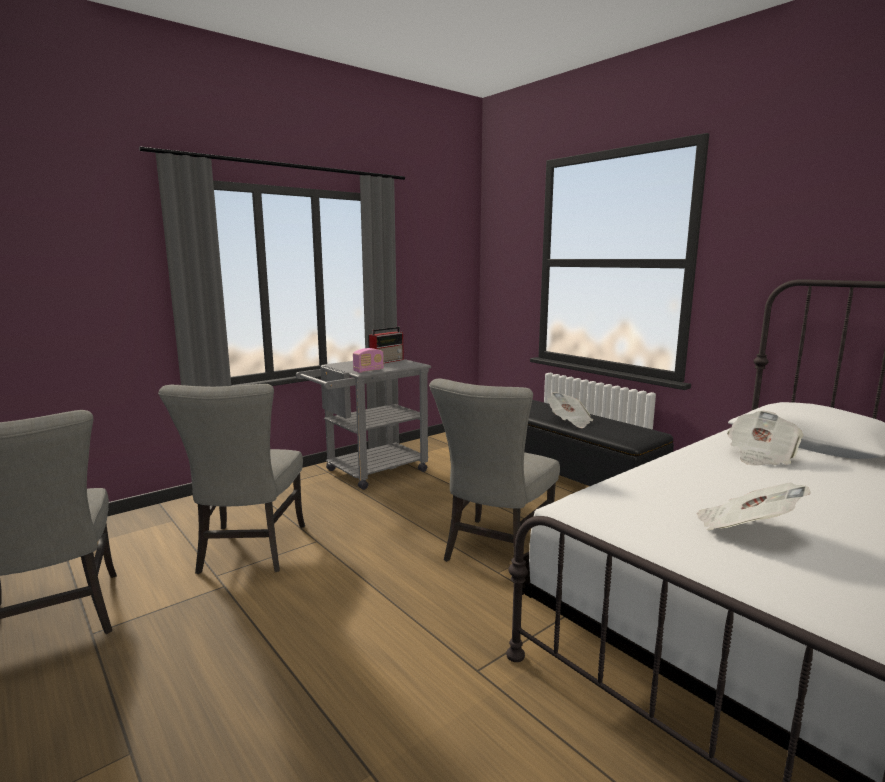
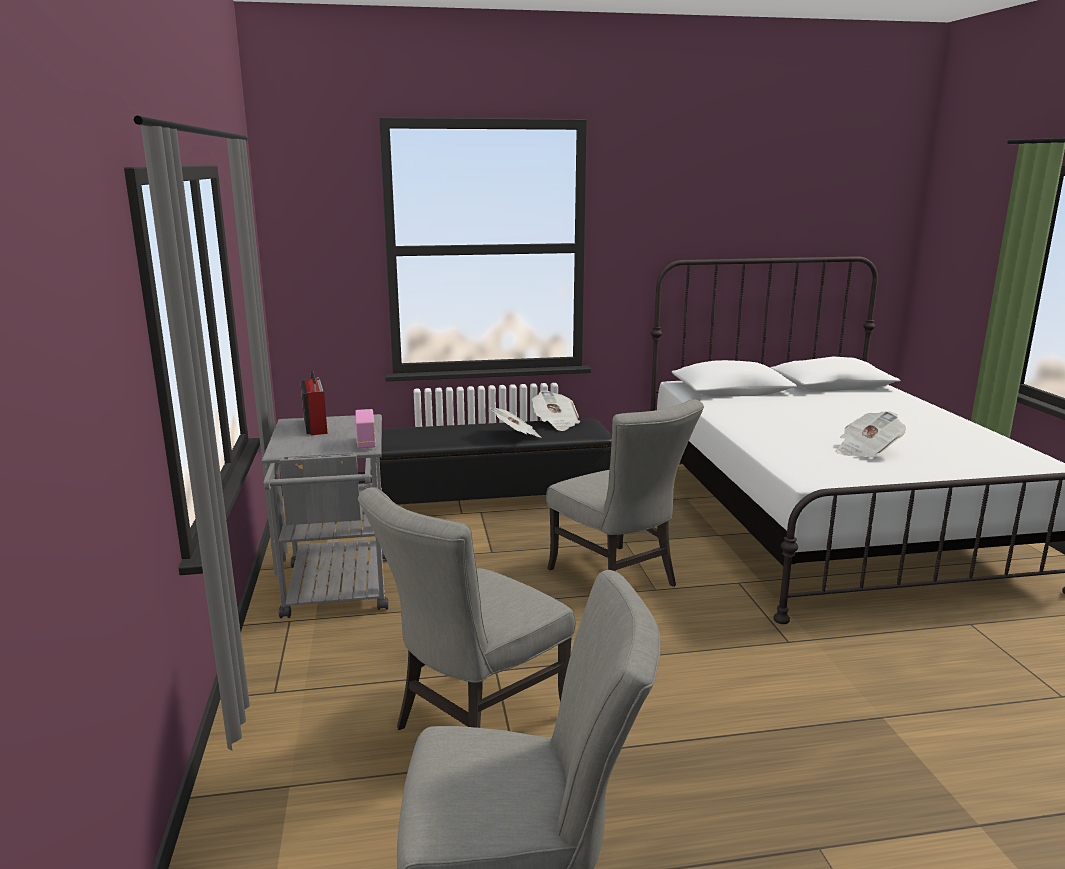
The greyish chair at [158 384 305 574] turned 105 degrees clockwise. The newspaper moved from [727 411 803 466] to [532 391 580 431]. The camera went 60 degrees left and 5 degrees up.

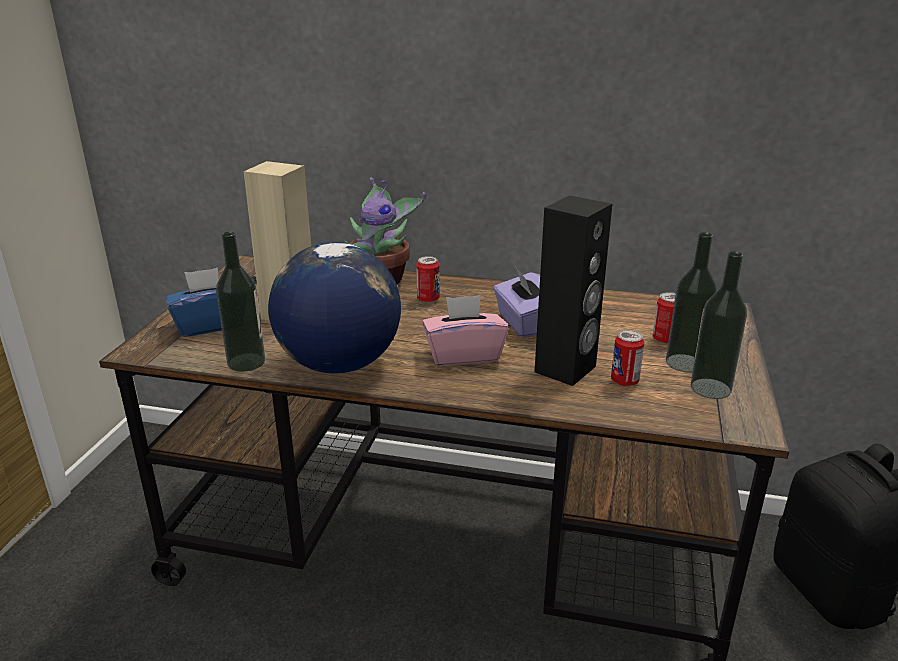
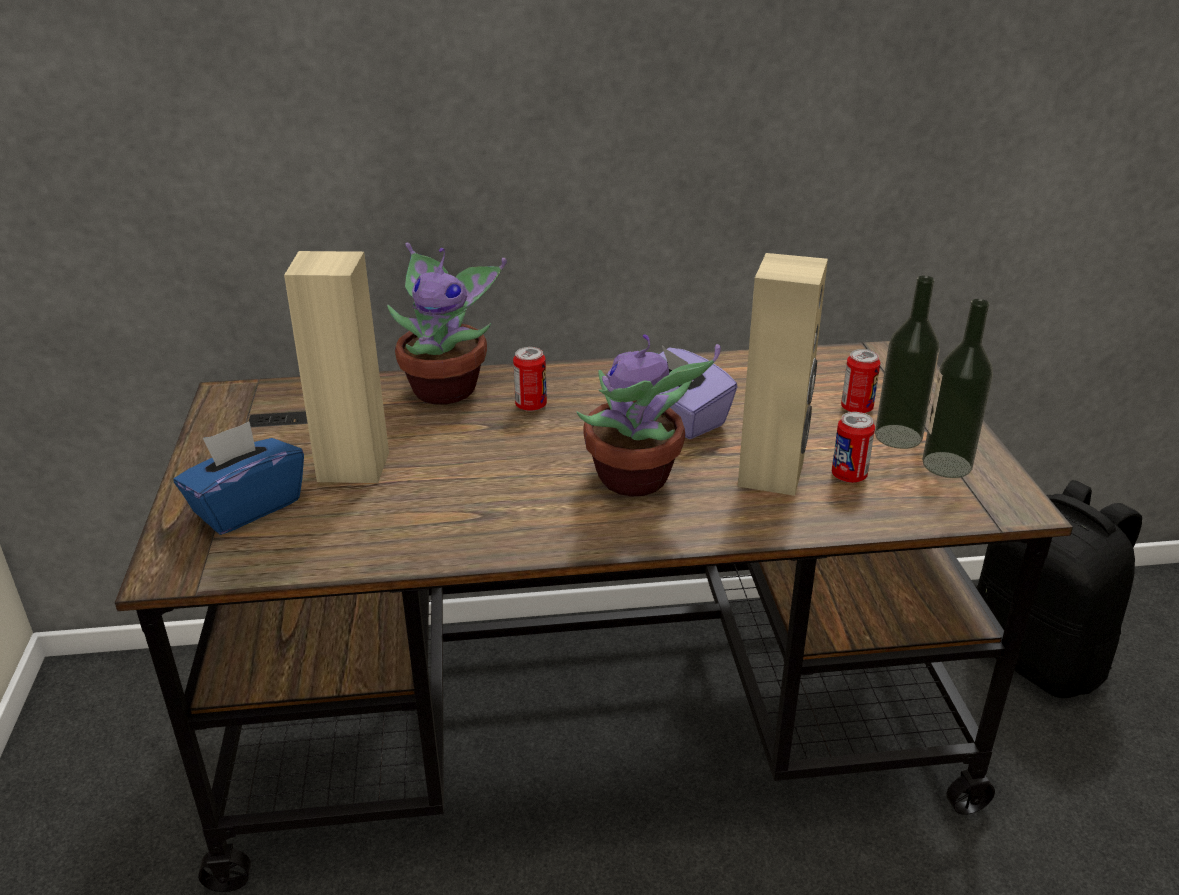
The beverage bottle at [216 232 265 372] disappeared. The globe at [268 242 401 374] disappeared. The pink box of tissues at [422 295 509 366] was replaced by the plant in a pot at [576 334 721 497]. The black-coloured speaker at [534 195 612 386] became the beige speaker at [738 253 828 496]. The camera went 20 degrees left and 5 degrees up.

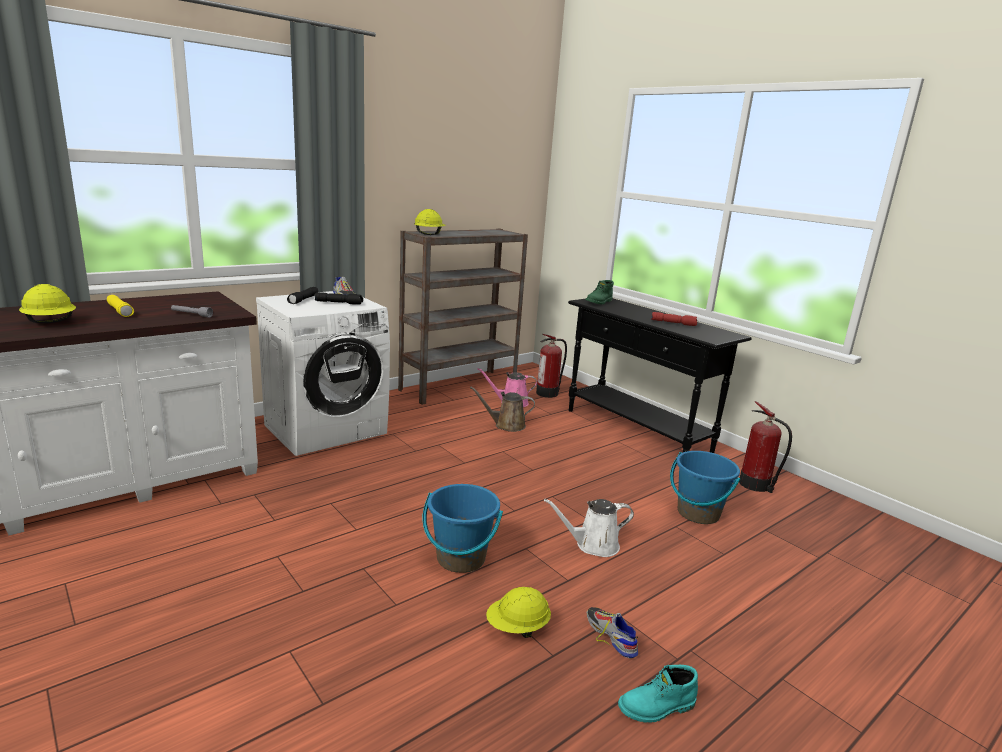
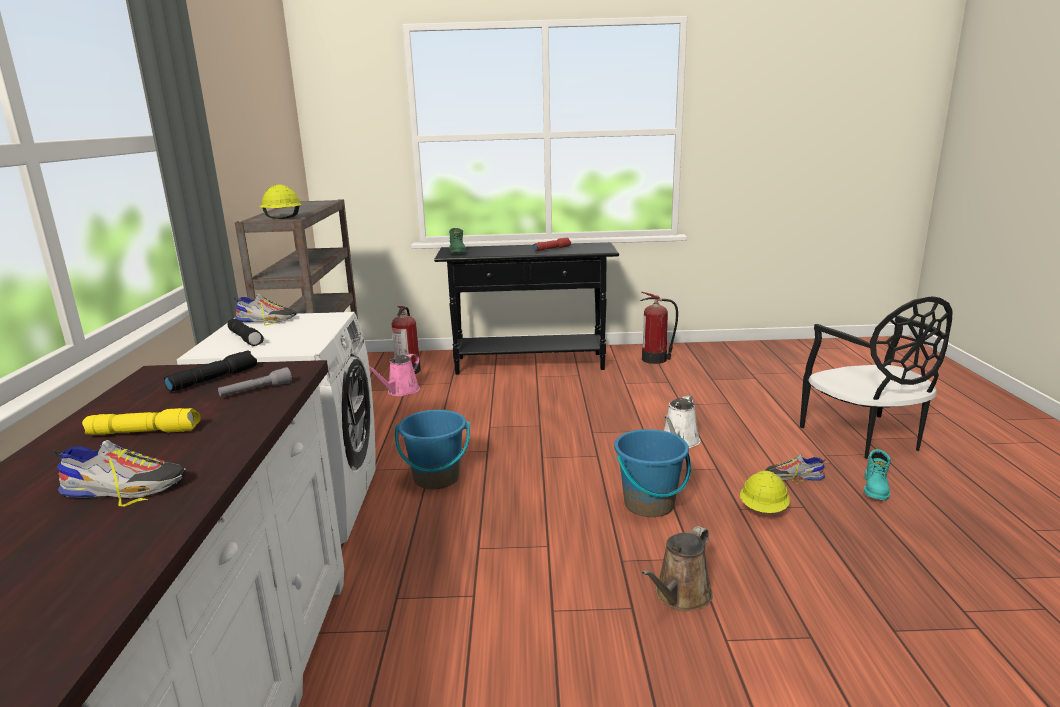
The yellowish work helmet at [19 284 76 323] was replaced by the item of footwear at [53 440 186 507]. The black-coloured torch moved from [315 292 363 305] to [164 351 257 392]. The brown-coloured watering pot moved from [470 386 535 432] to [642 526 713 611]. The bluish bucket moved from [670 451 740 524] to [395 410 470 489]. The black-coloured chair at [800 296 953 459] appeared. The camera went 50 degrees left and 0 degrees up.

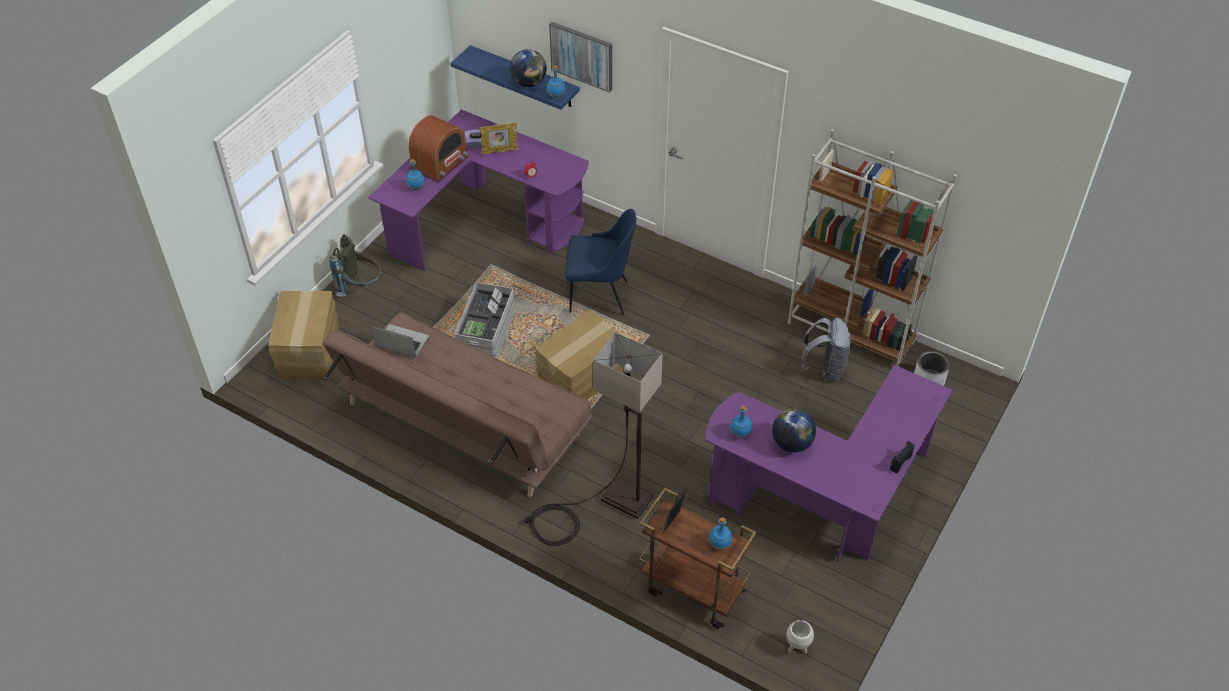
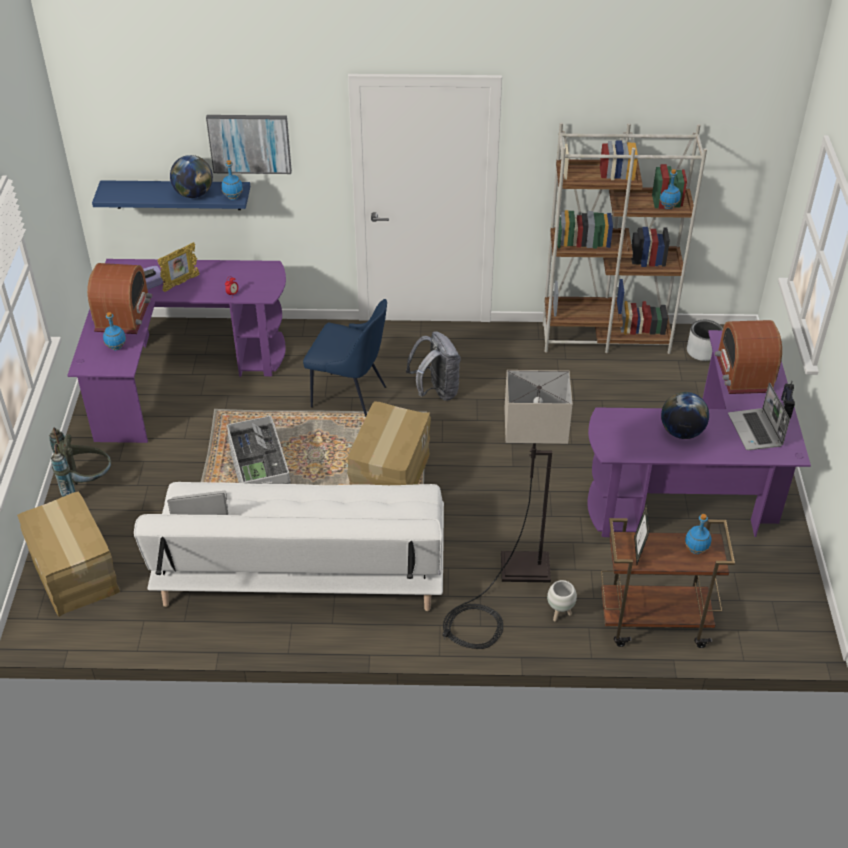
The brown-coloured settee at [323 313 592 497] became the whitish settee at [134 482 444 611]. The bluish chair at [565 209 637 316] turned 45 degrees clockwise. The bluish beverage bottle moved from [730 406 752 438] to [659 169 681 209]. The whitish plant pot moved from [786 620 814 654] to [547 580 577 621]. The greyish rucksack moved from [801 318 852 382] to [406 331 461 401]. The radio at [715 320 782 394] appeared. The notebook computer at [728 382 790 450] appeared. The camera went 30 degrees left and 5 degrees down.

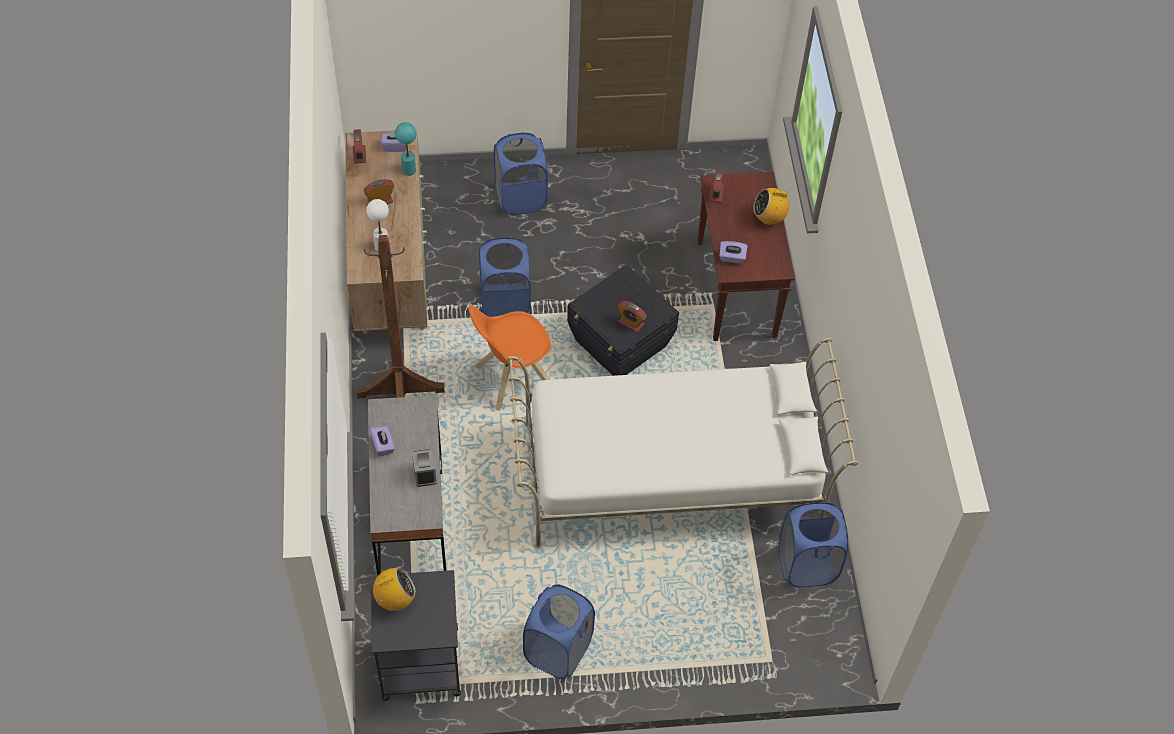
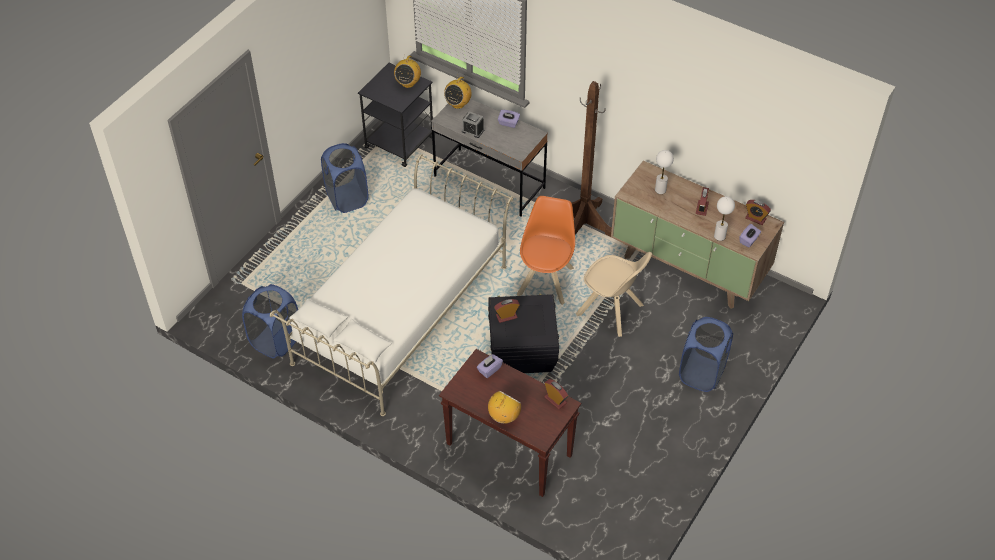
The turquoise-coloured table lamp at [395 122 417 176] became the whitish table lamp at [714 196 735 241]. The bluish hamper at [479 237 531 317] was replaced by the beige chair at [576 252 652 337]. The radio at [444 75 472 109] appeared. The camera went 130 degrees right and 5 degrees down.

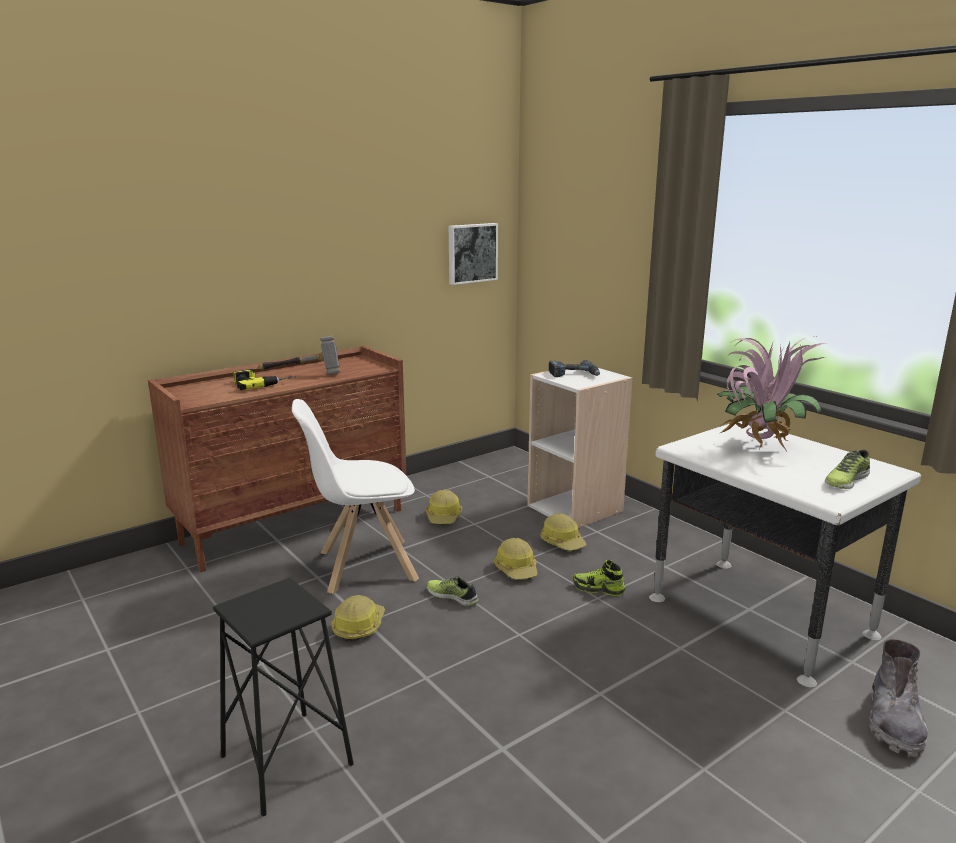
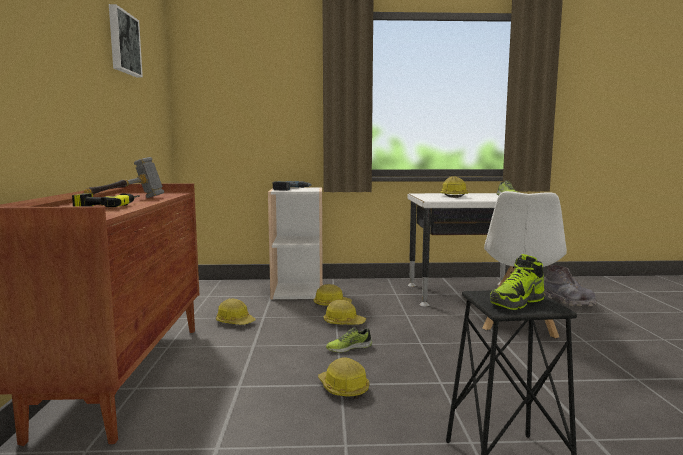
The whitish chair moved from [292 399 419 594] to [482 191 567 338]. The wall art moved from [449 223 498 285] to [109 4 143 77]. The item of footwear moved from [573 560 625 596] to [490 254 545 310]. The plant in a pot at [717 338 826 451] was replaced by the work helmet at [440 176 468 198]. The camera went 55 degrees left and 10 degrees down.

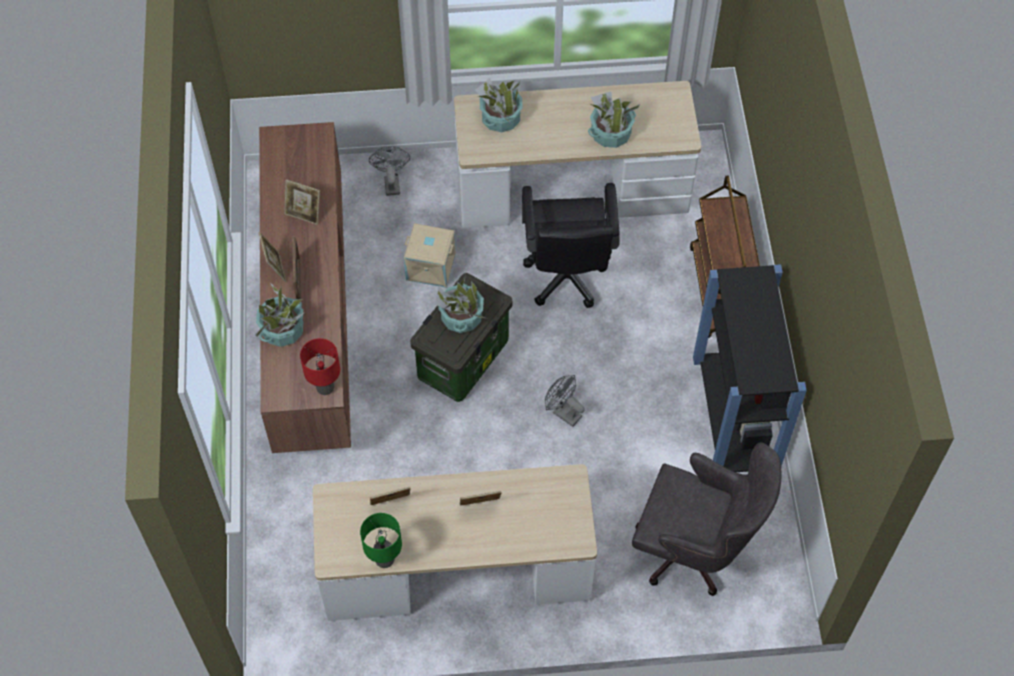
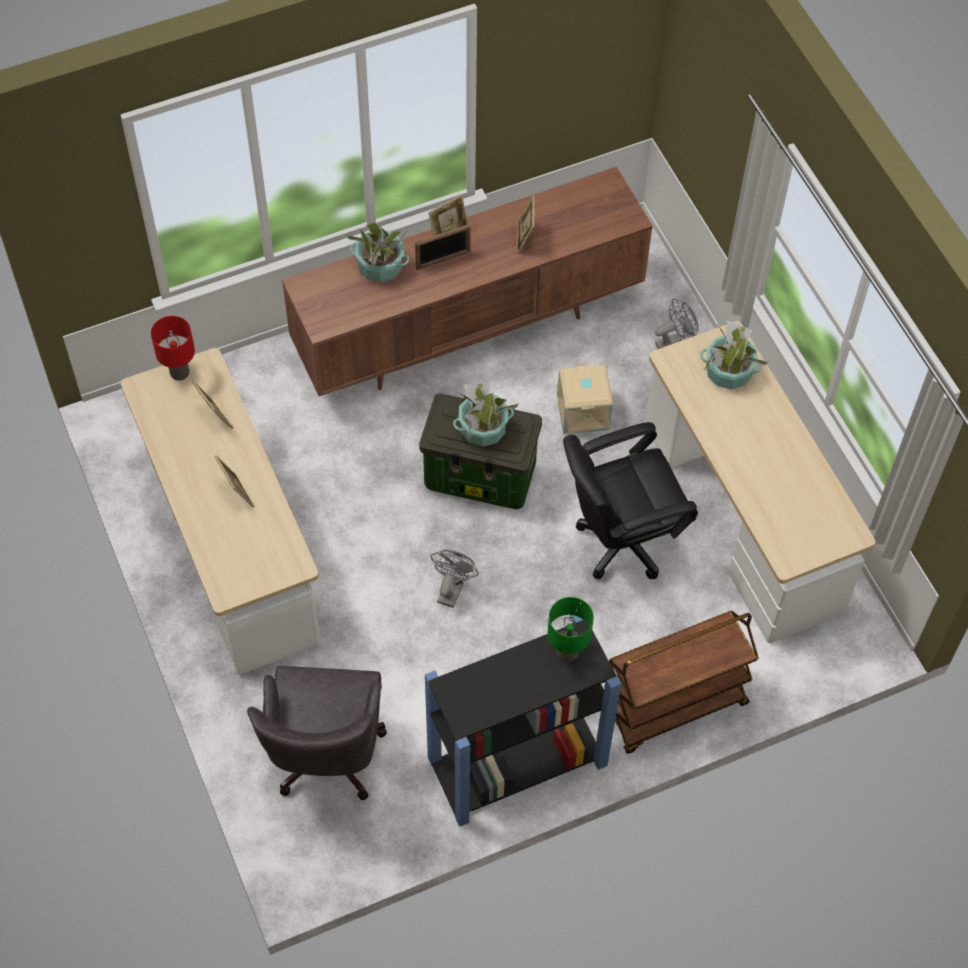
The reddish table lamp moved from [300 338 340 395] to [151 316 195 380]. The greenish table lamp moved from [360 513 402 568] to [547 597 594 662]. The plant in a pot at [588 92 640 148] disappeared. The camera went 70 degrees right and 0 degrees up.

